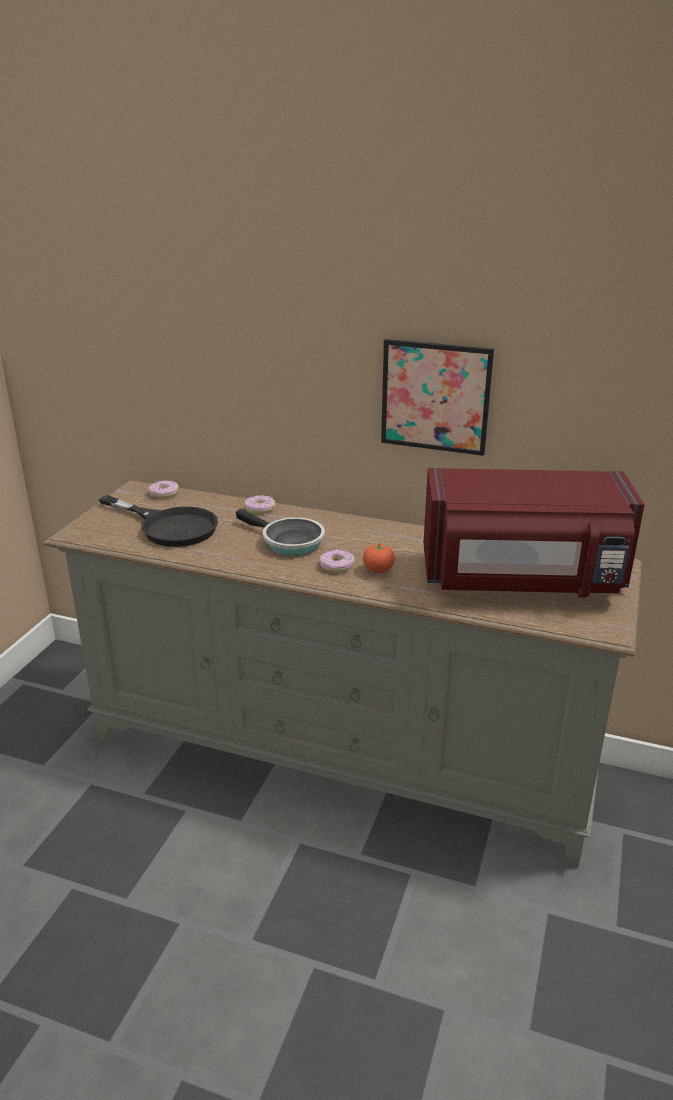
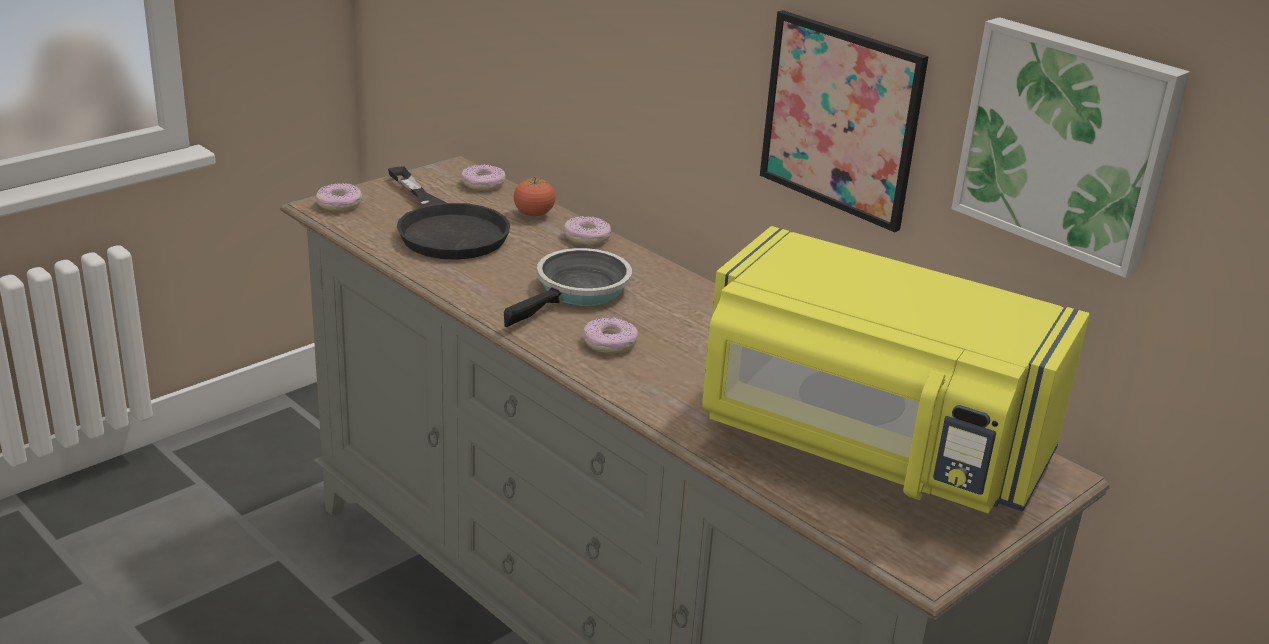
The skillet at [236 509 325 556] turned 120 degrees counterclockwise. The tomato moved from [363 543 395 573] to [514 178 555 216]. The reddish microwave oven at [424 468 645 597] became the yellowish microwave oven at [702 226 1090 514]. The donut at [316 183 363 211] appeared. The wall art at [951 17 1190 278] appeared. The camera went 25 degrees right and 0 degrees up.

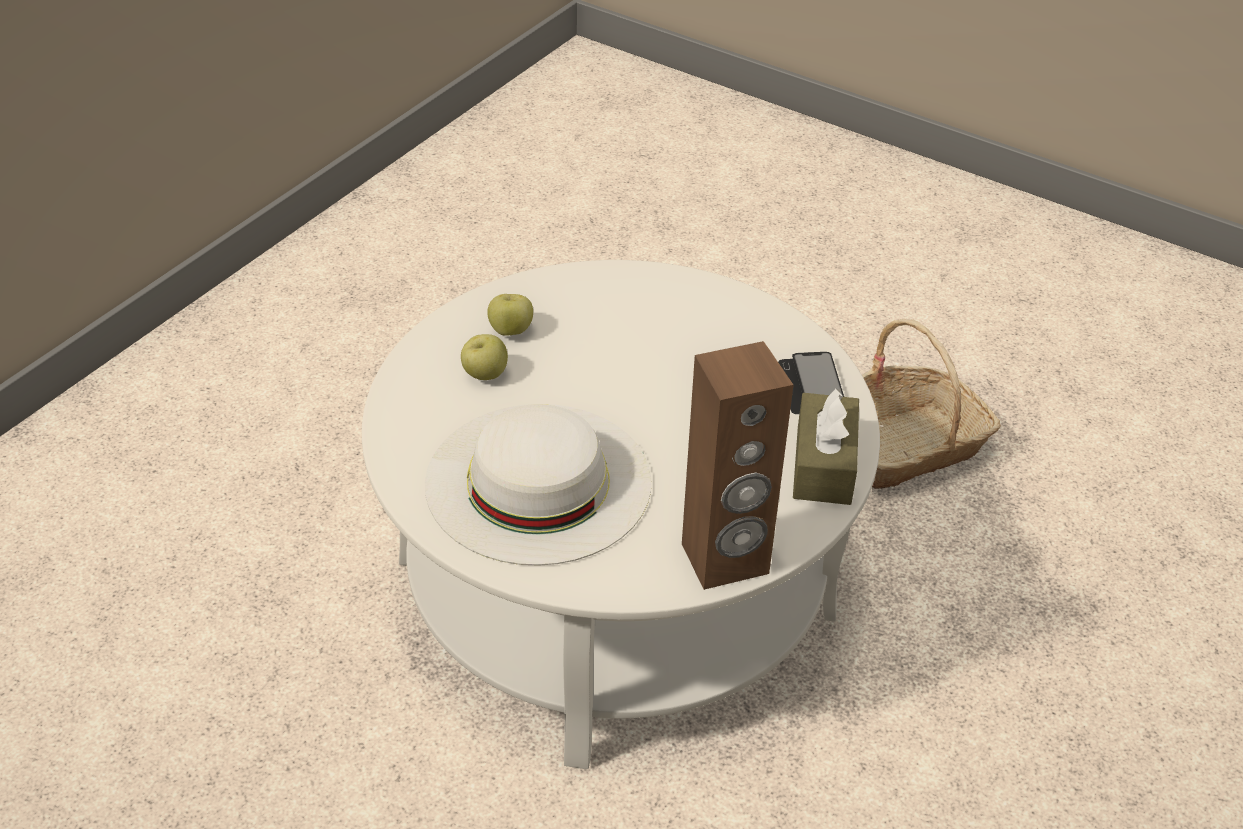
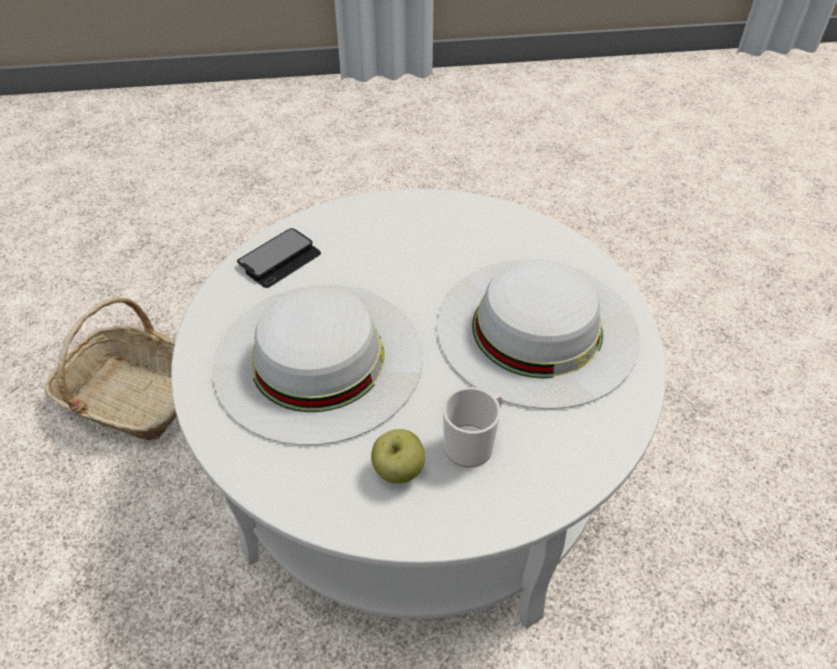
The apple fruit at [461 334 508 380] was replaced by the coffee mug at [443 387 503 467]. The brown-coloured speaker at [682 341 793 590] disappeared. The brown-coloured box of tissues at [793 389 859 505] disappeared. The whitish hat at [212 285 423 445] appeared. The camera went 130 degrees left and 5 degrees up.

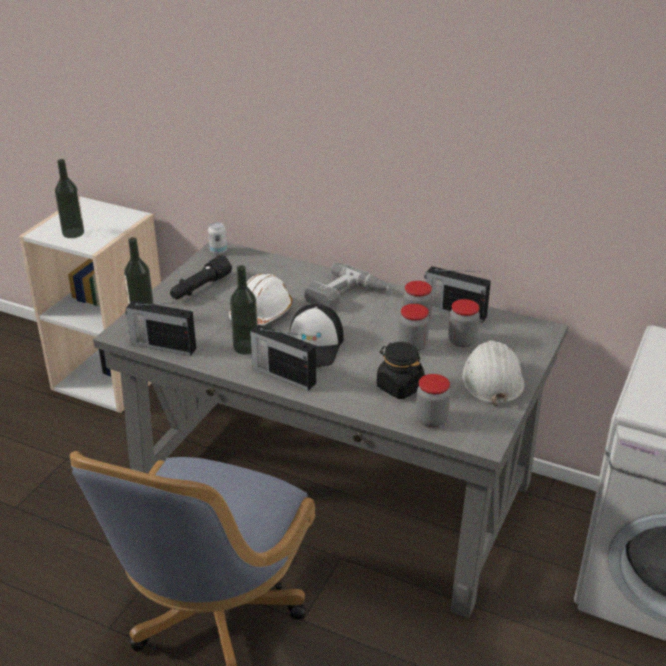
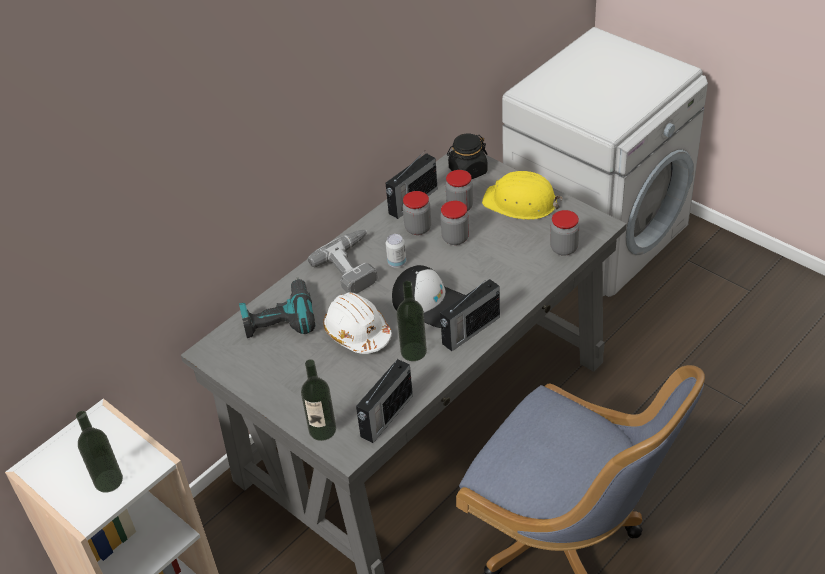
The black-coloured torch at [170 255 232 299] disappeared. The sealed can moved from [208 222 227 254] to [386 234 406 268]. The black-coloured preserve jar moved from [377 342 425 399] to [447 133 488 179]. The whitish work helmet at [462 340 524 407] became the yellowish work helmet at [482 171 562 220]. The electric drill at [239 277 315 338] appeared. The camera went 70 degrees left and 10 degrees up.

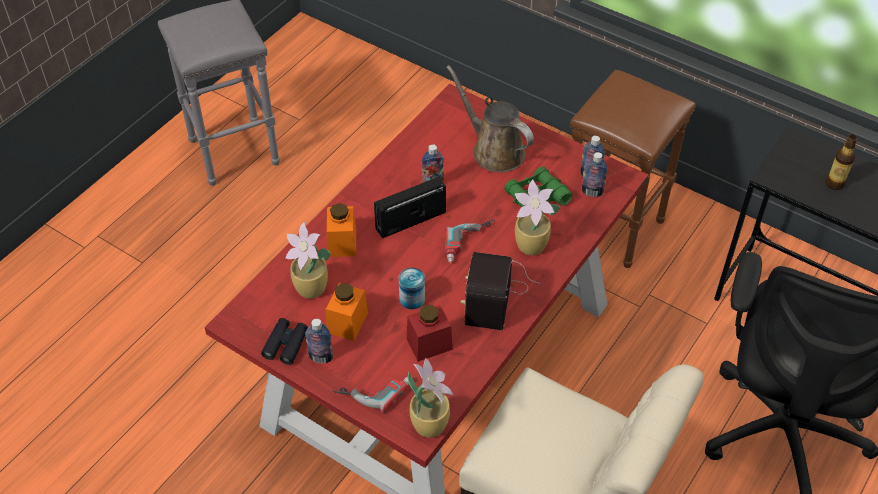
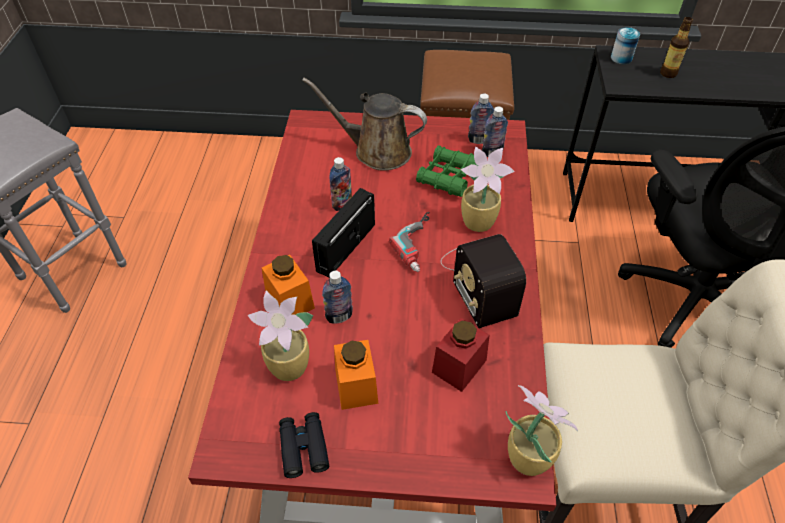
The beverage bottle moved from [305 319 334 363] to [322 271 353 324]. The electric drill at [332 376 412 413] disappeared. The sealed can moved from [399 268 425 309] to [611 27 640 64]. The camera went 30 degrees left and 0 degrees up.

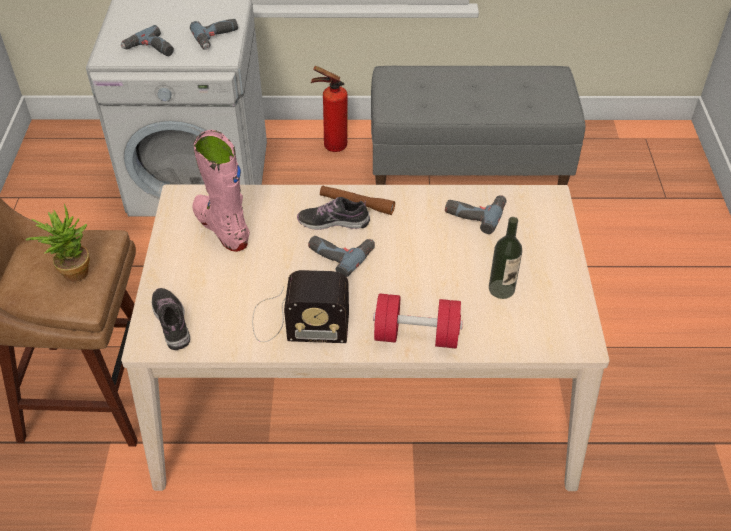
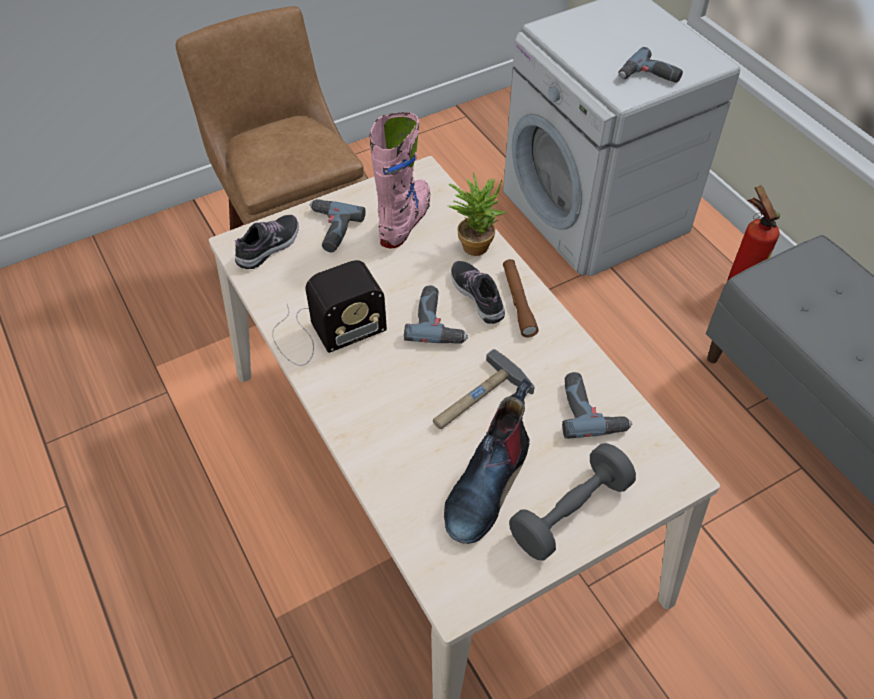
The plant in a pot moved from [26 204 90 282] to [448 172 505 256]. The electric drill moved from [121 25 174 56] to [310 199 366 252]. The radio at [252 270 349 343] turned 90 degrees counterclockwise. The reddish hand weight at [373 294 463 348] disappeared. The beverage bottle at [489 217 522 299] was replaced by the high-top boot at [444 379 531 544]. The tool hammer at [433 349 535 429] appeared. The greyish hand weight at [509 443 636 560] appeared. The camera went 60 degrees right and 5 degrees up.

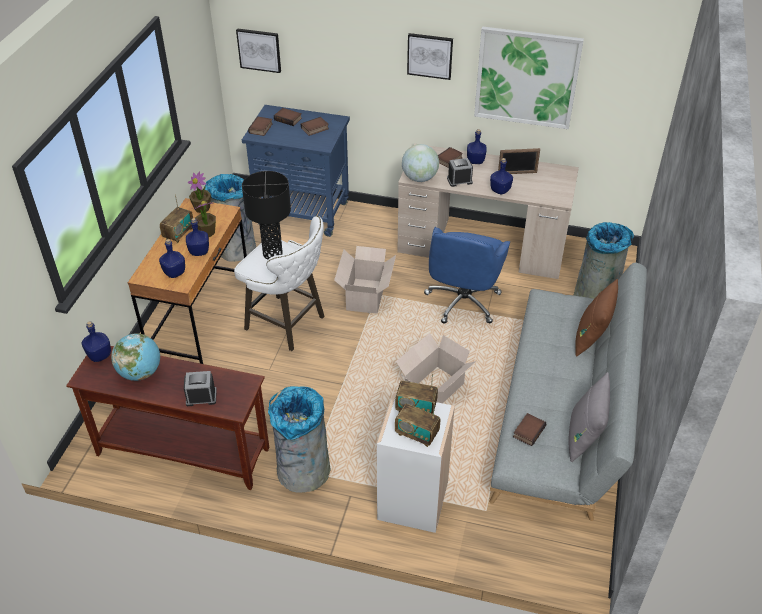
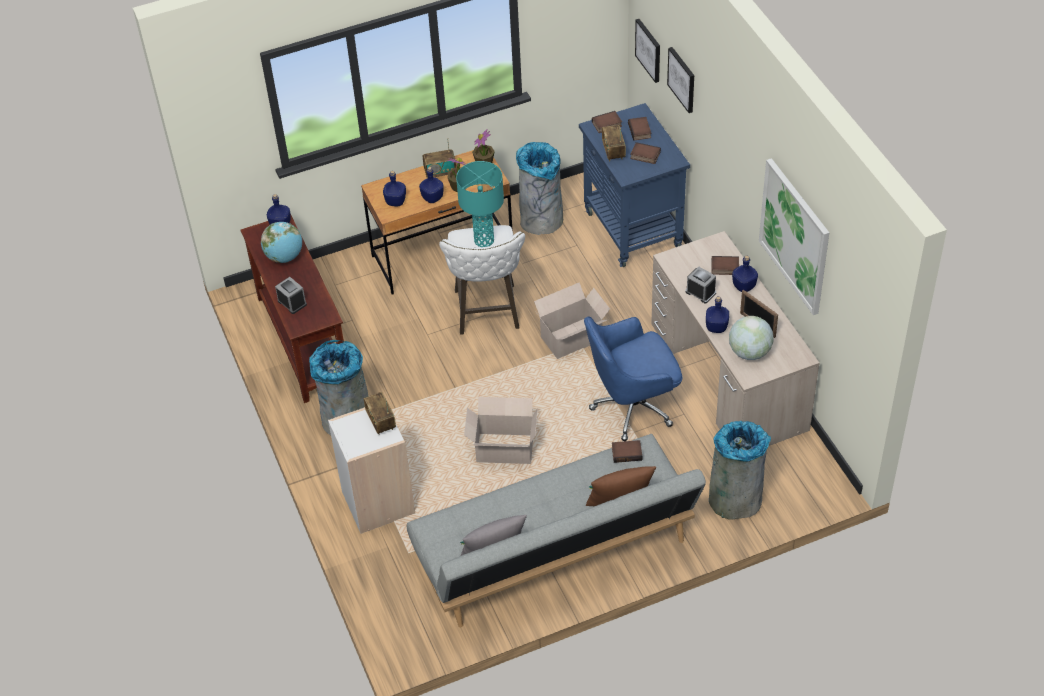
The black-coloured table lamp at [242 171 291 259] became the turquoise-coloured table lamp at [456 161 504 247]. The radio moved from [395 402 440 447] to [602 125 626 161]. The globe moved from [402 144 439 182] to [729 316 774 360]. The wall art moved from [407 33 453 80] to [667 47 694 113]. The bound book moved from [513 413 546 446] to [612 440 643 463]. The camera went 55 degrees right and 5 degrees up.

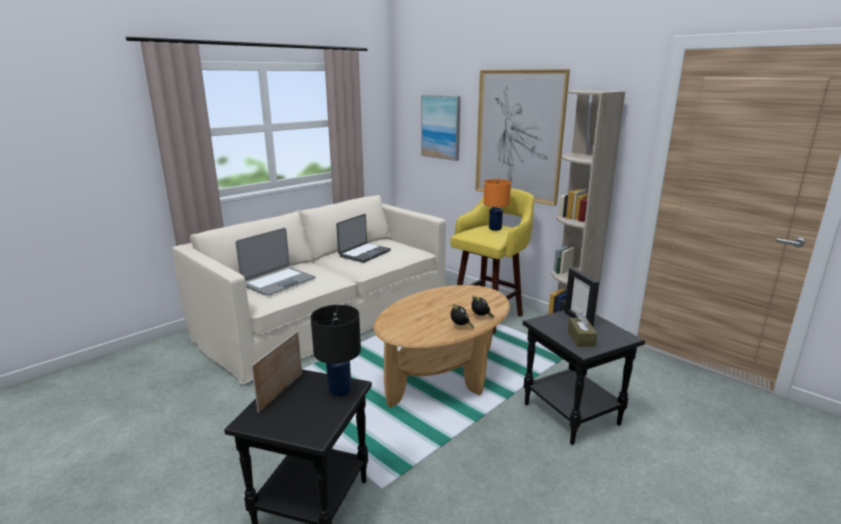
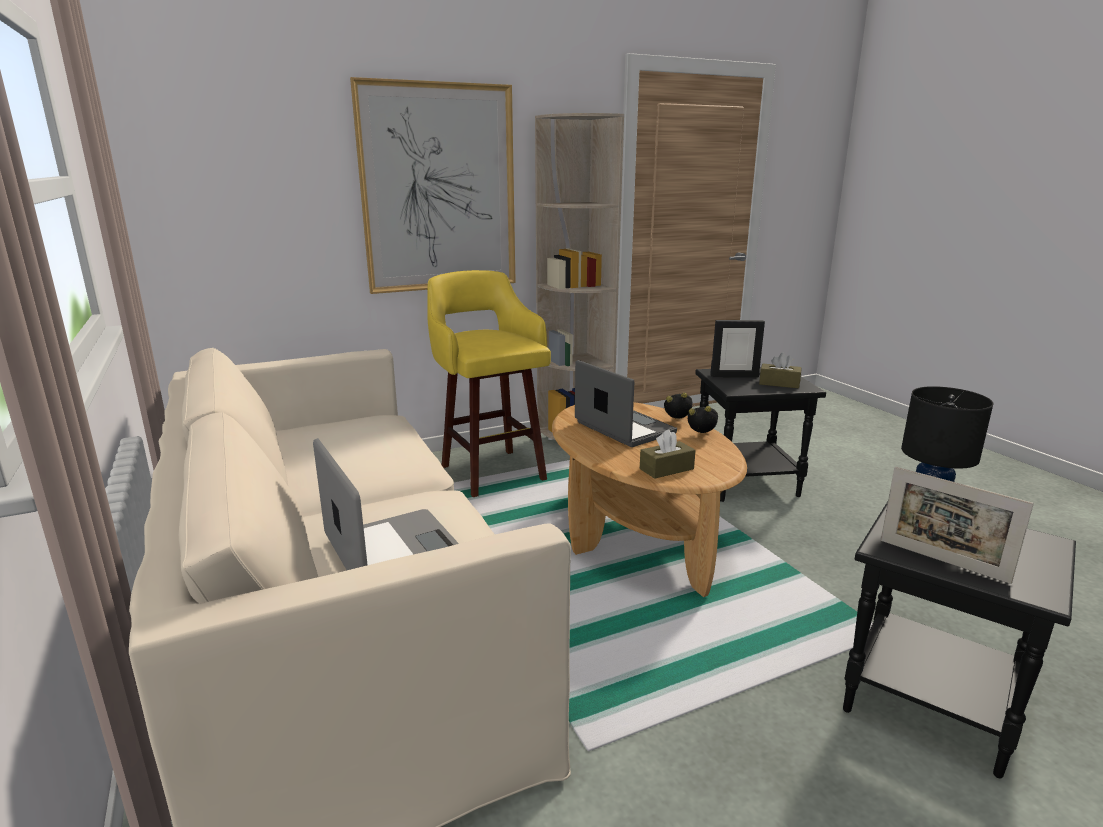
The notebook computer moved from [336 214 391 263] to [575 360 677 447]. The wall art at [421 95 461 161] disappeared. The orange-coloured table lamp at [483 179 511 231] disappeared. The brown-coloured box of tissues at [640 429 696 479] appeared. The camera went 70 degrees left and 0 degrees up.

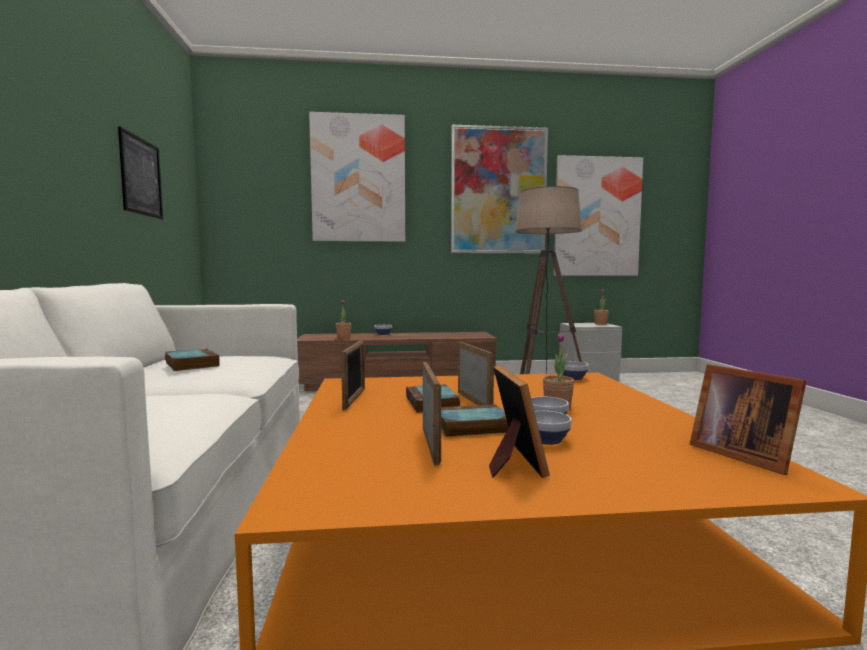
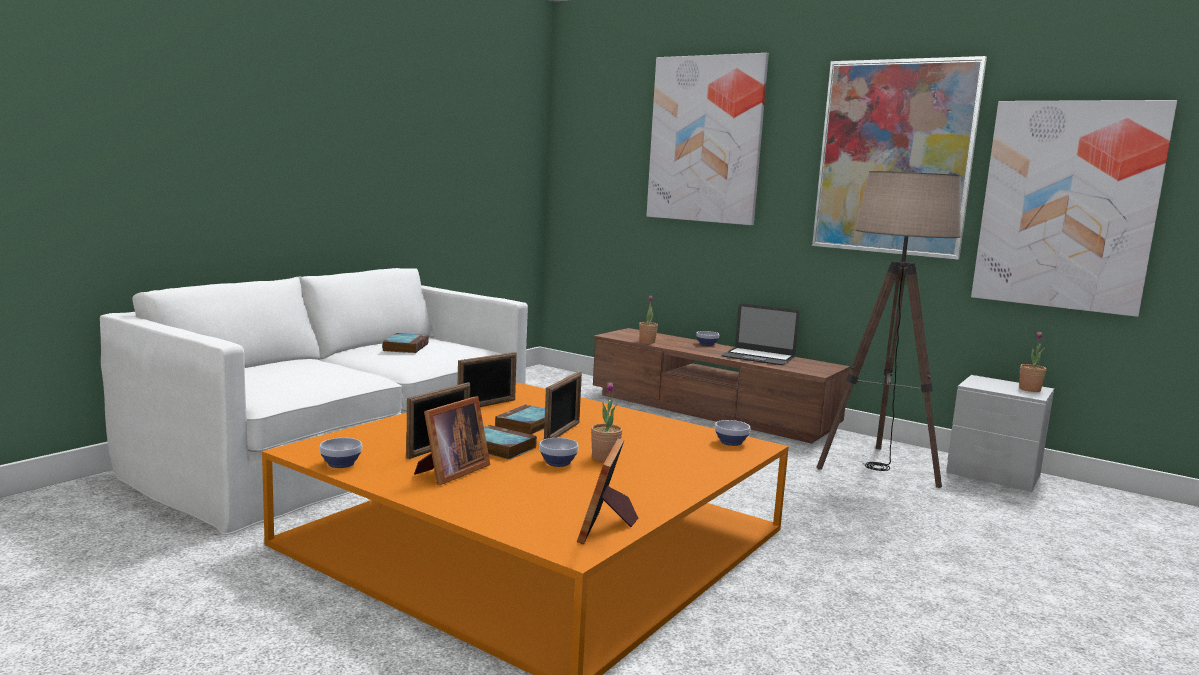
The wall art at [118 126 163 219] disappeared. The bowl moved from [534 411 572 445] to [319 438 362 468]. The notebook computer at [722 303 800 365] appeared. The camera went 40 degrees right and 5 degrees up.

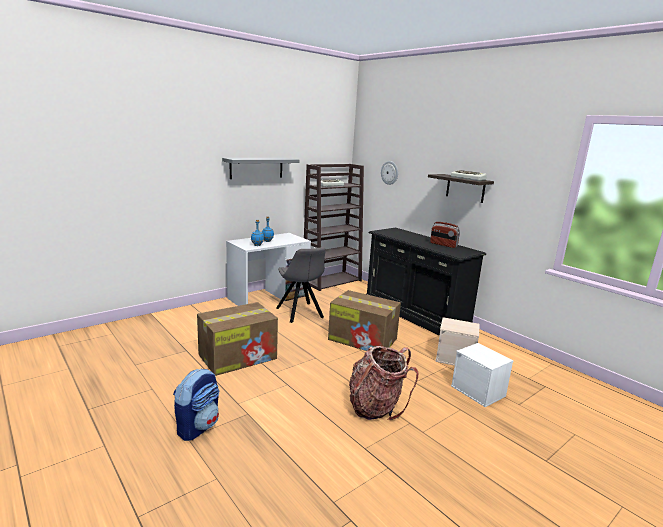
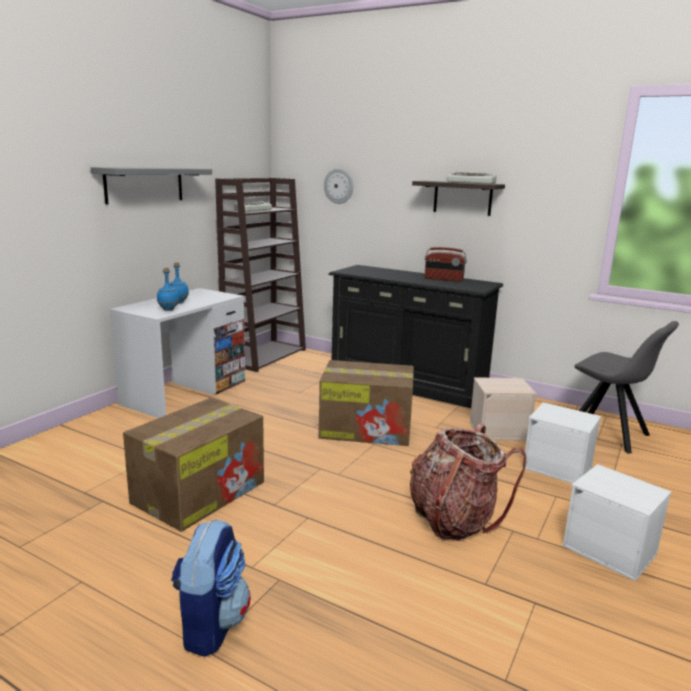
The greyish chair moved from [276 247 326 323] to [574 321 679 454]. The whitish storage container at [562 464 671 581] appeared. The camera went 20 degrees left and 0 degrees up.

